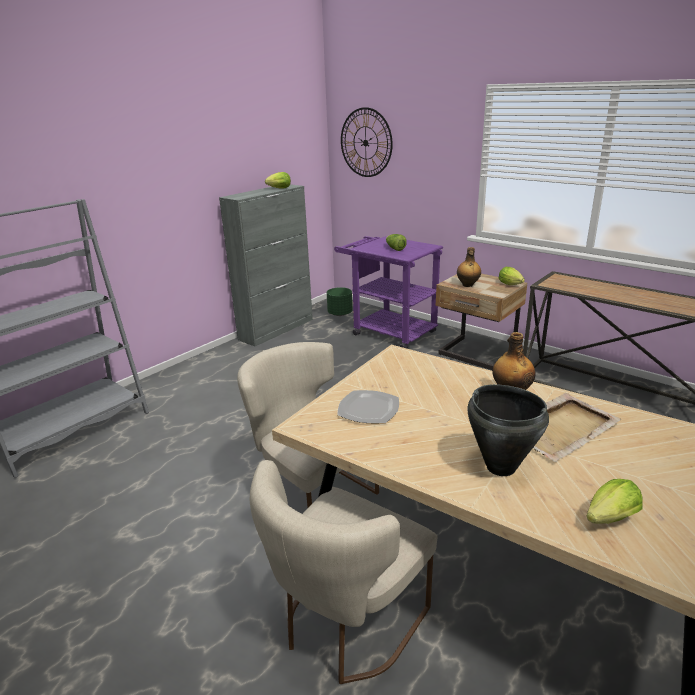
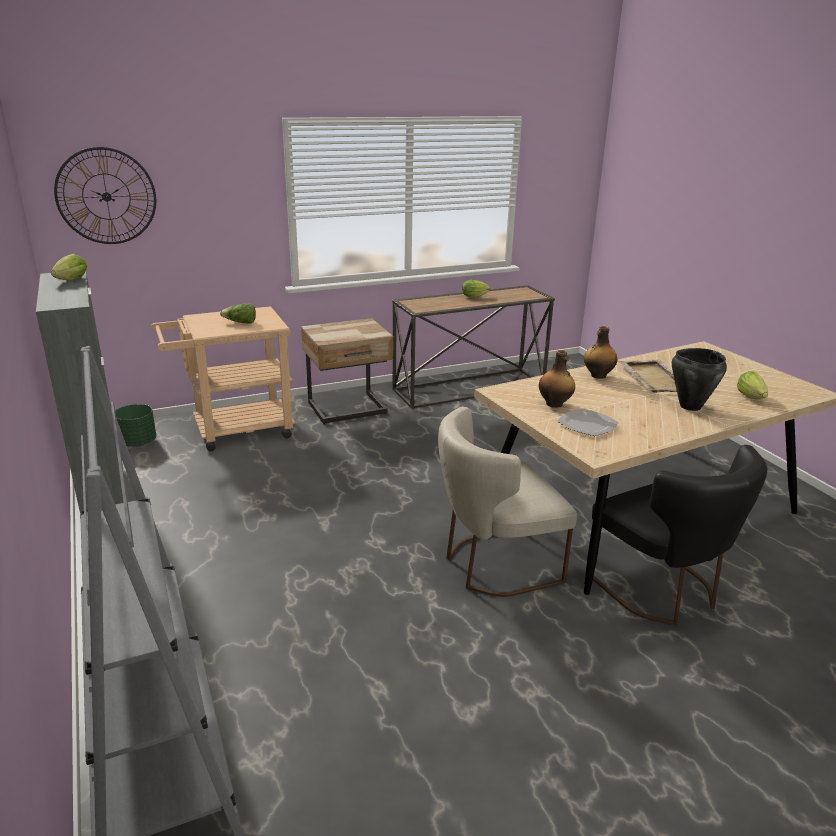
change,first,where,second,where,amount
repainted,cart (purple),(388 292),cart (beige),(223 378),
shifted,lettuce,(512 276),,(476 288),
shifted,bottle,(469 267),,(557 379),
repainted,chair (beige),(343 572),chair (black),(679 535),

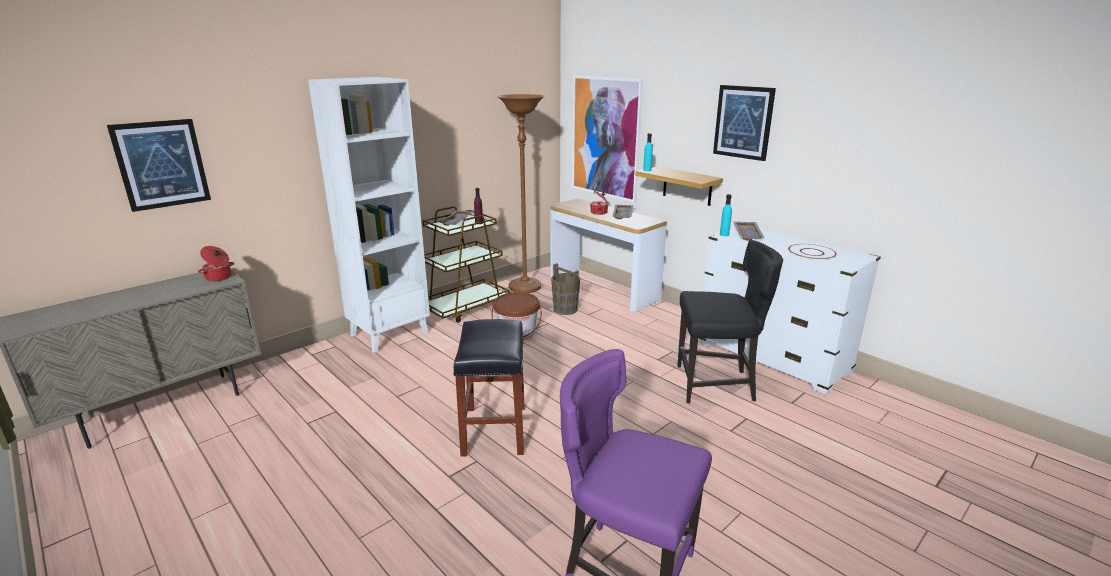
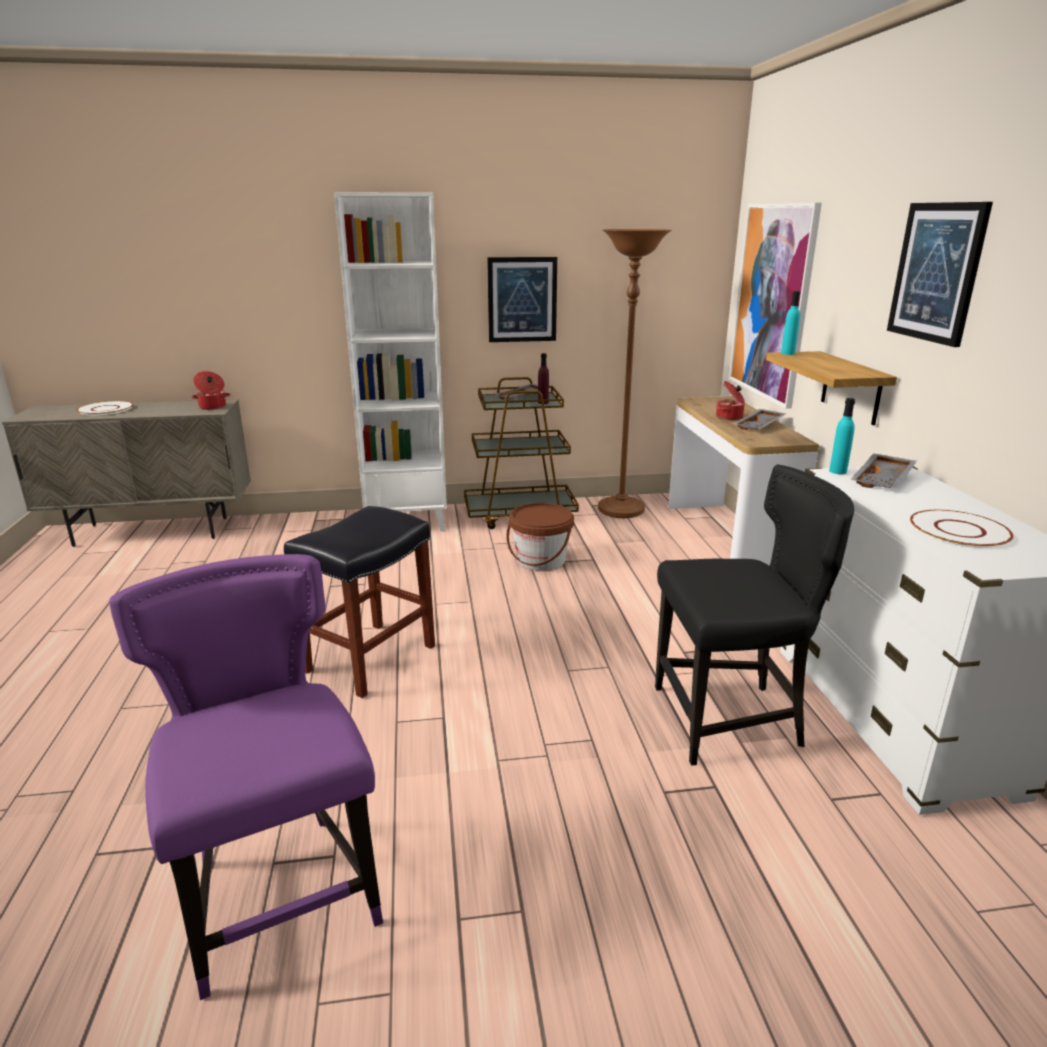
change,first,where,second,where,amount
new,,,plate (white),(105 408),
shifted,picture,(159 165),,(522 299),
rotated,chair (black),(730 321),,(754 615),45 degrees counterclockwise
gone,bucket (brown),(565 289),,,

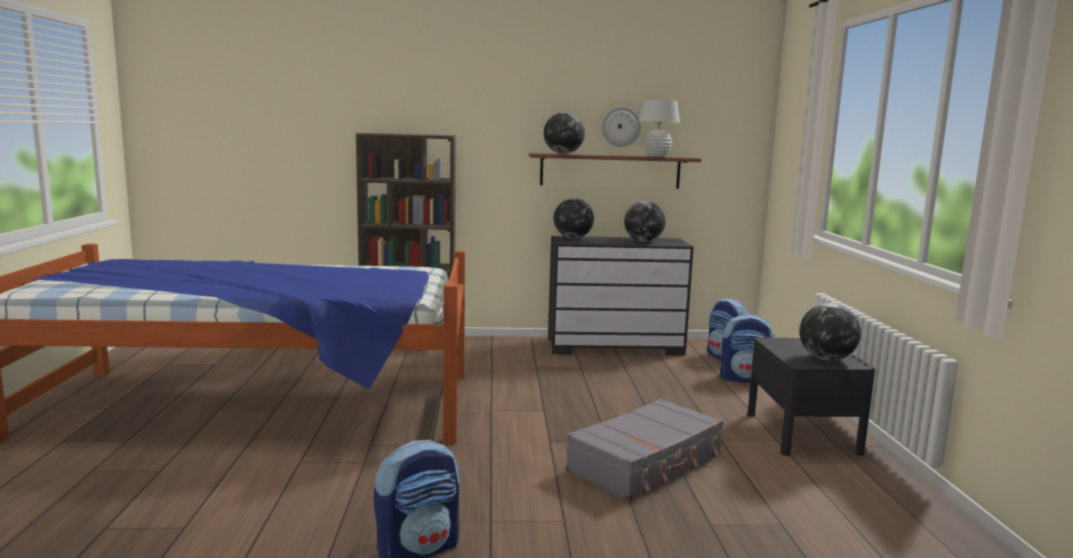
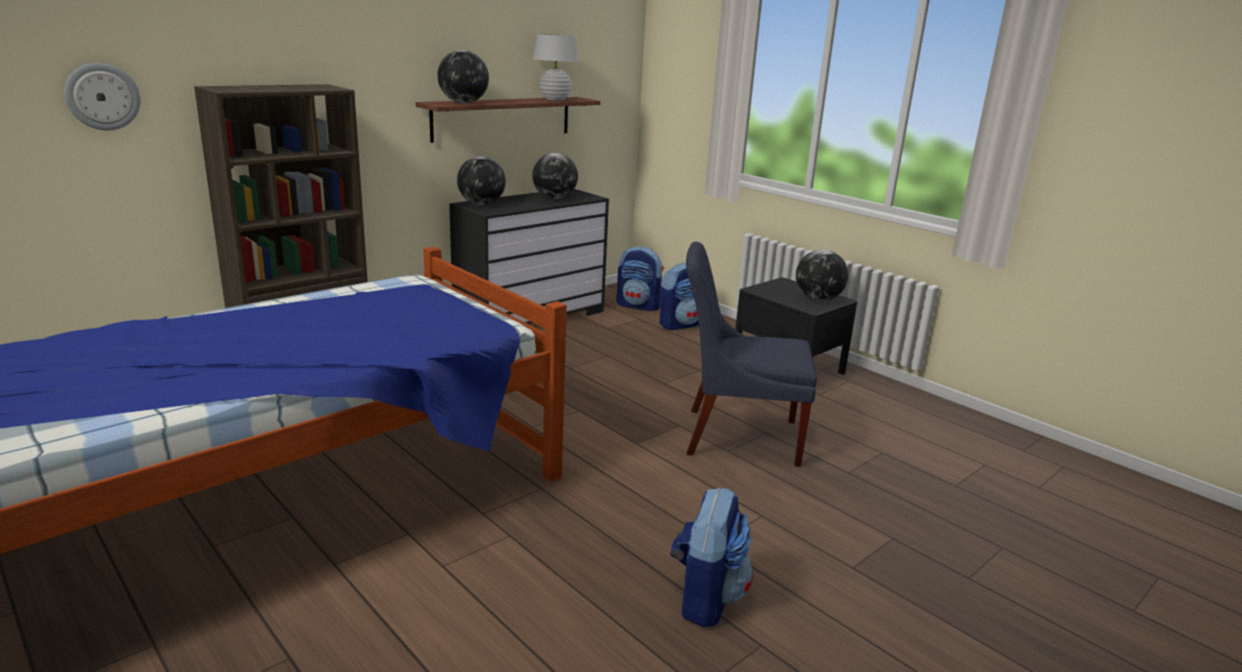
change,first,where,second,where,amount
shifted,wall clock,(621 126),,(102 96),
swapped,suitcase (grey),(644 449),chair (blue),(751 354),

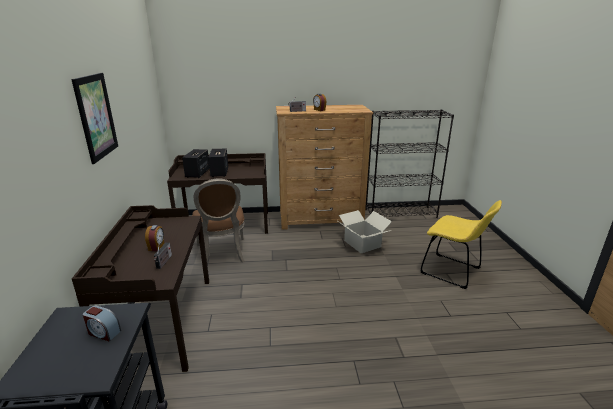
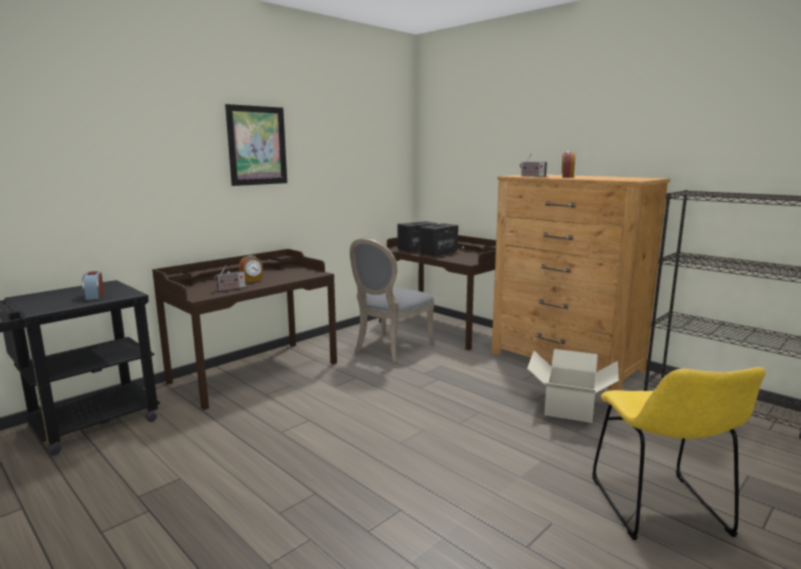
change,first,where,second,where,amount
repainted,chair (brown),(218 222),chair (grey),(392 299),

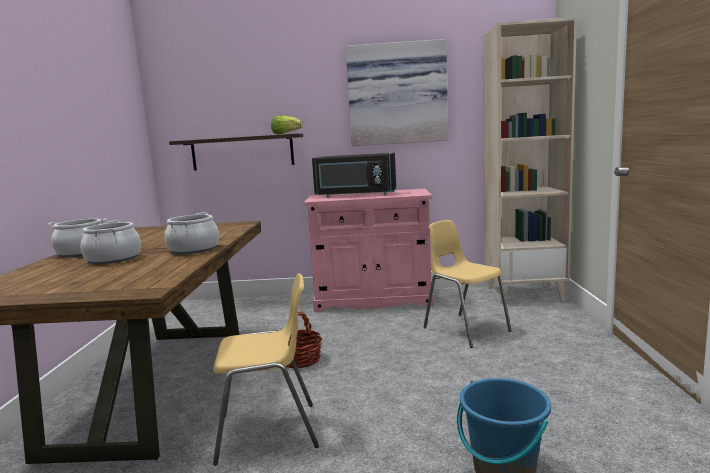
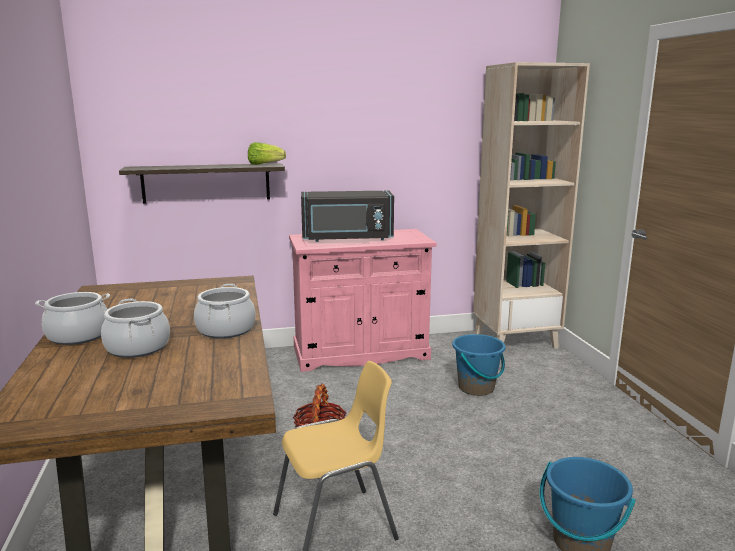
change,first,where,second,where,amount
swapped,chair (yellow),(468 284),bucket (blue),(479 365),
gone,picture,(397 92),,,

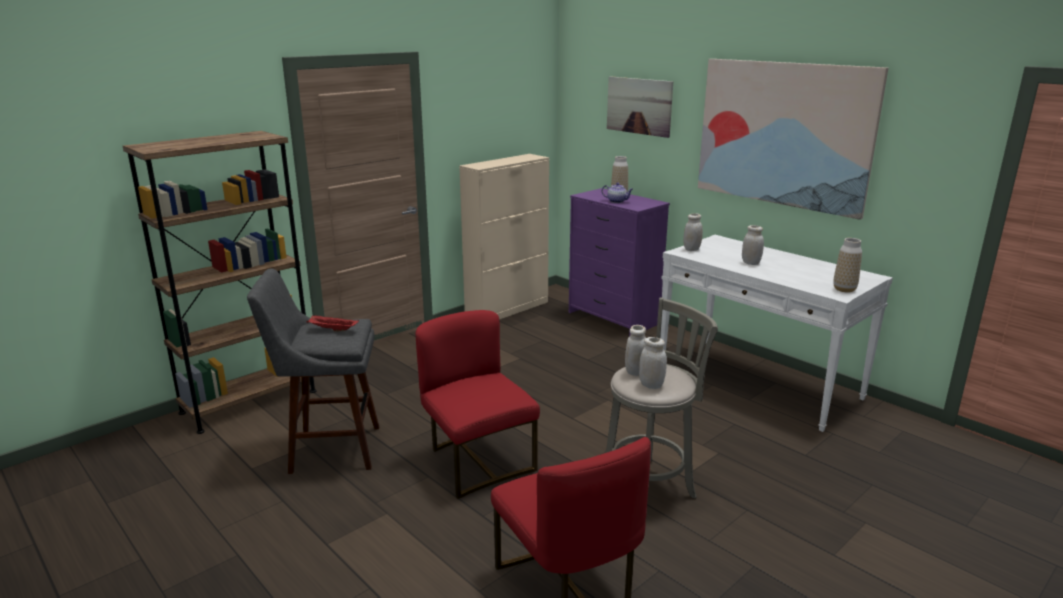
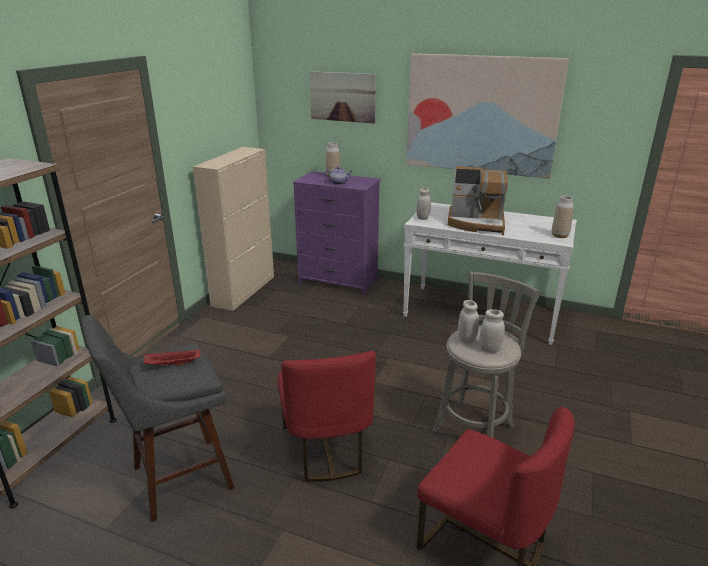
change,first,where,second,where,amount
rotated,chair (red),(477 404),,(327 416),135 degrees counterclockwise
swapped,jar (white),(753 245),coffee machine,(478 200),

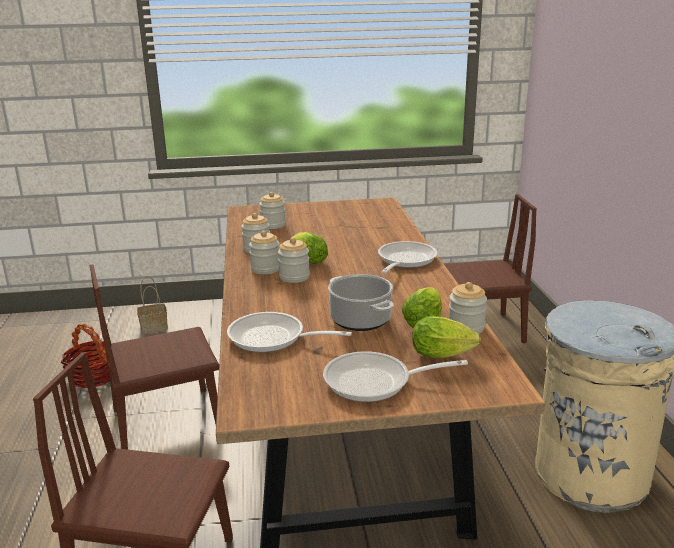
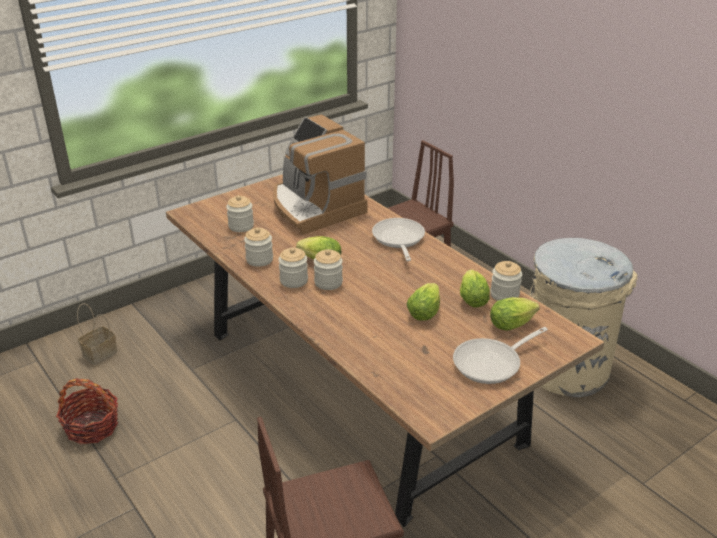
change,first,where,second,where,amount
new,,,coffee machine,(320 174),
swapped,cooking pot,(361 302),lettuce,(423 302),
gone,chair (brown),(154 357),,,
gone,frying pan,(289 332),,,

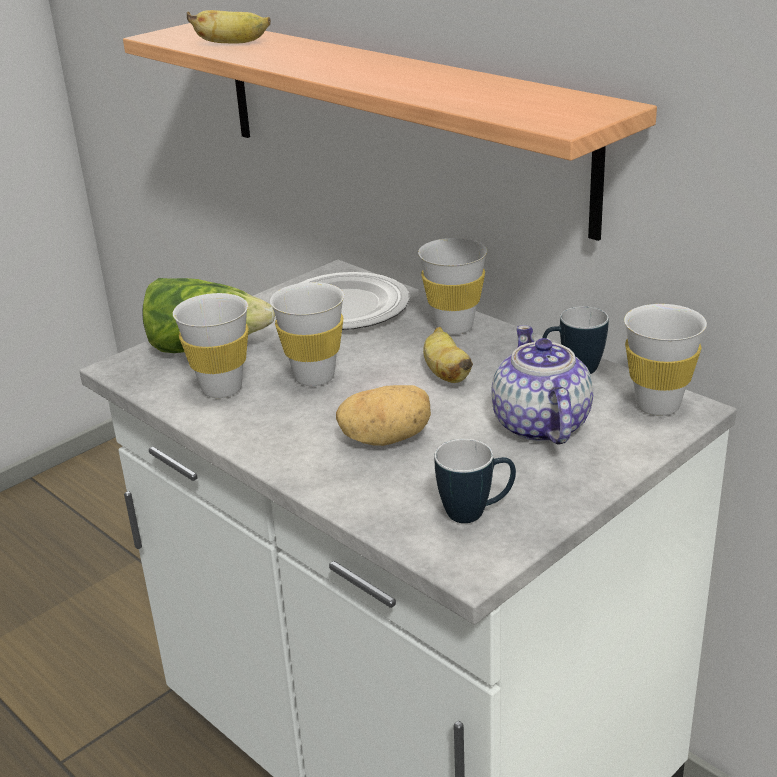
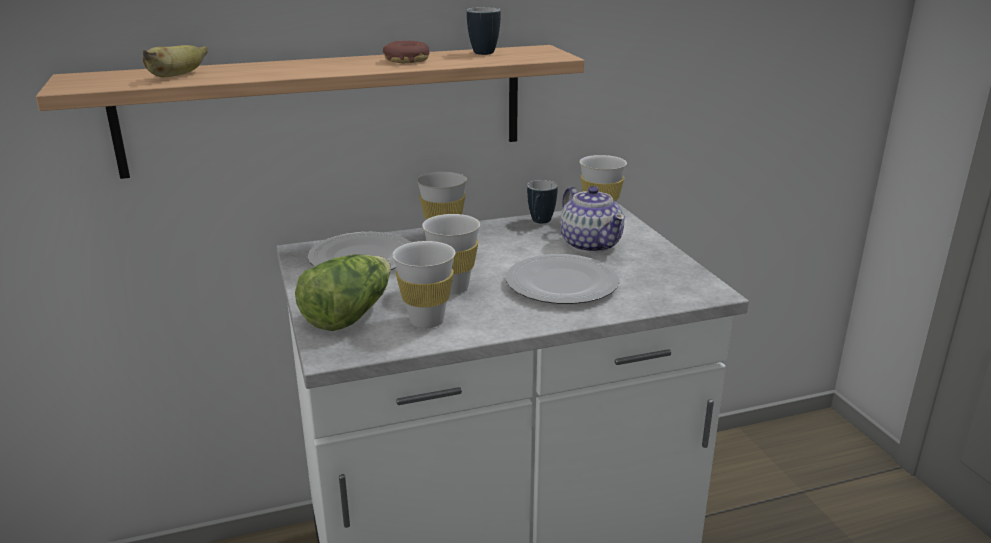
change,first,where,second,where,amount
new,,,donut,(406 52),
shifted,mug,(475 481),,(484 31),
swapped,potato,(383 415),plate,(563 279),
rotated,teapot,(542 384),,(592 219),135 degrees counterclockwise
gone,banana,(448 355),,,

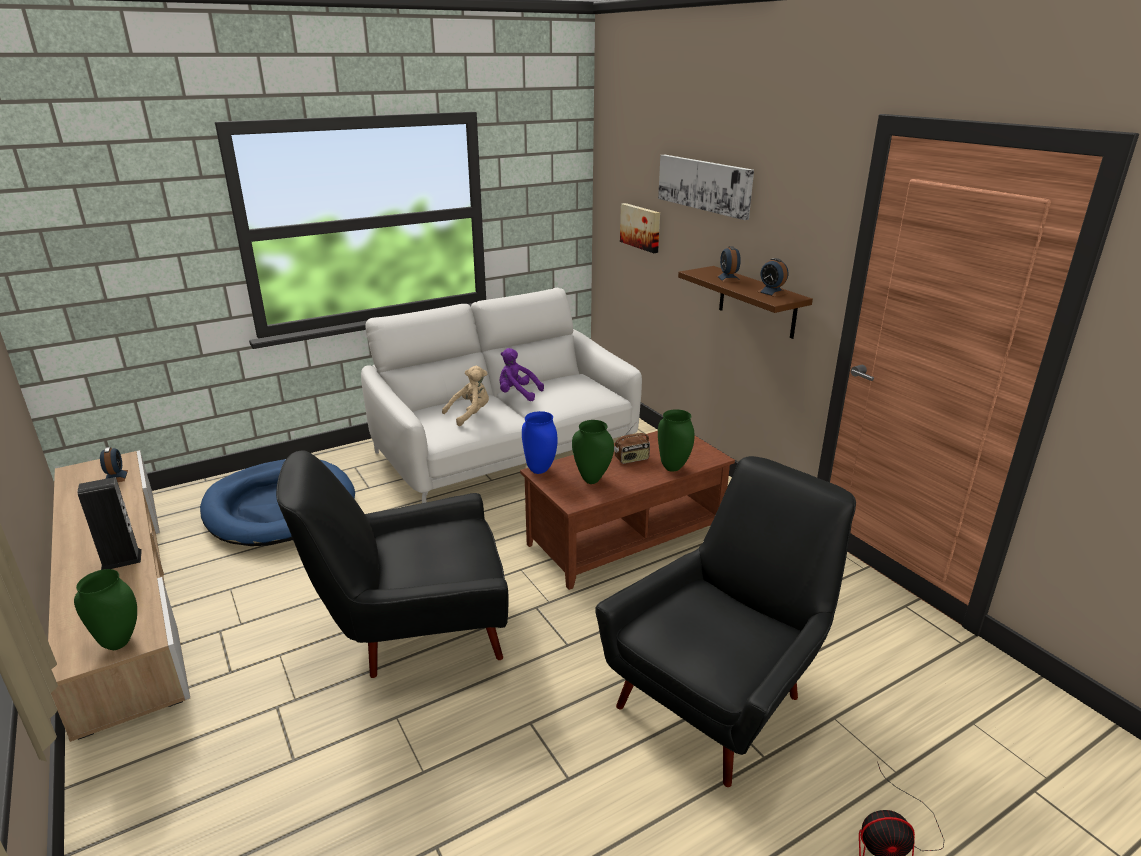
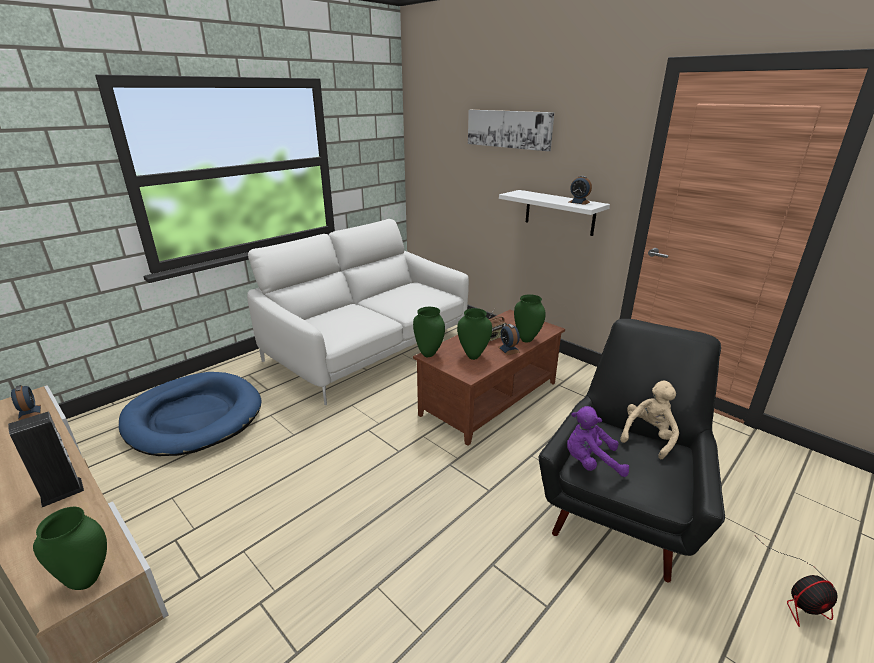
change,first,where,second,where,amount
repainted,vase (blue),(539 442),vase (green),(429 332),
shifted,alarm clock,(729 264),,(509 339),
repainted,shelf (brown),(745 302),shelf (white),(554 213),
shifted,plush toy (purple),(522 374),,(598 441),
shifted,plush toy (beige),(465 396),,(649 419),
gone,armchair (black),(392 564),,,
gone,picture,(640 228),,,

